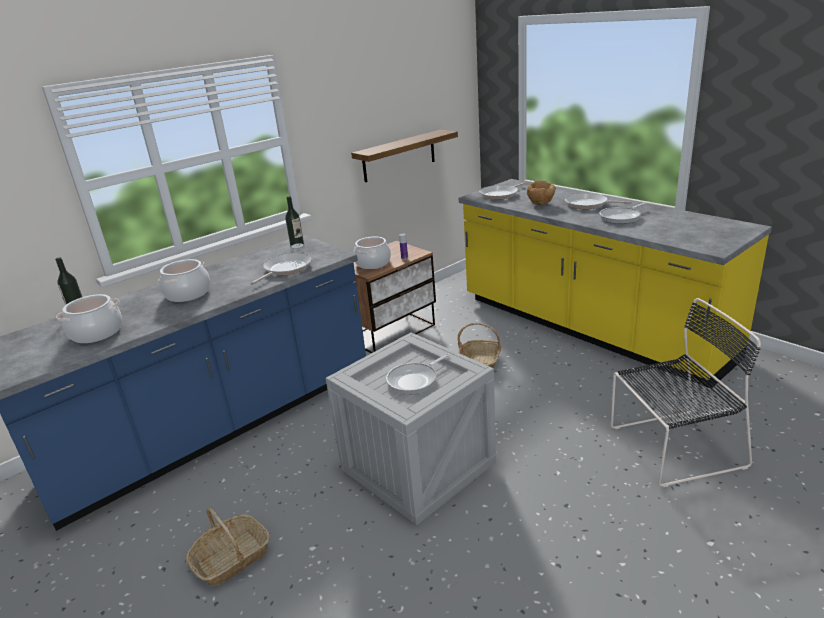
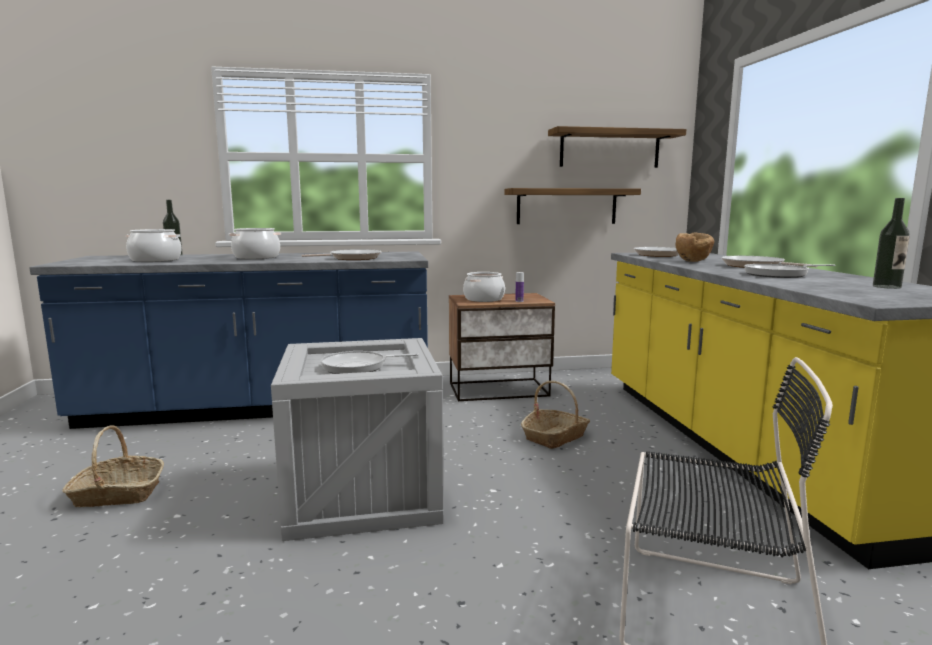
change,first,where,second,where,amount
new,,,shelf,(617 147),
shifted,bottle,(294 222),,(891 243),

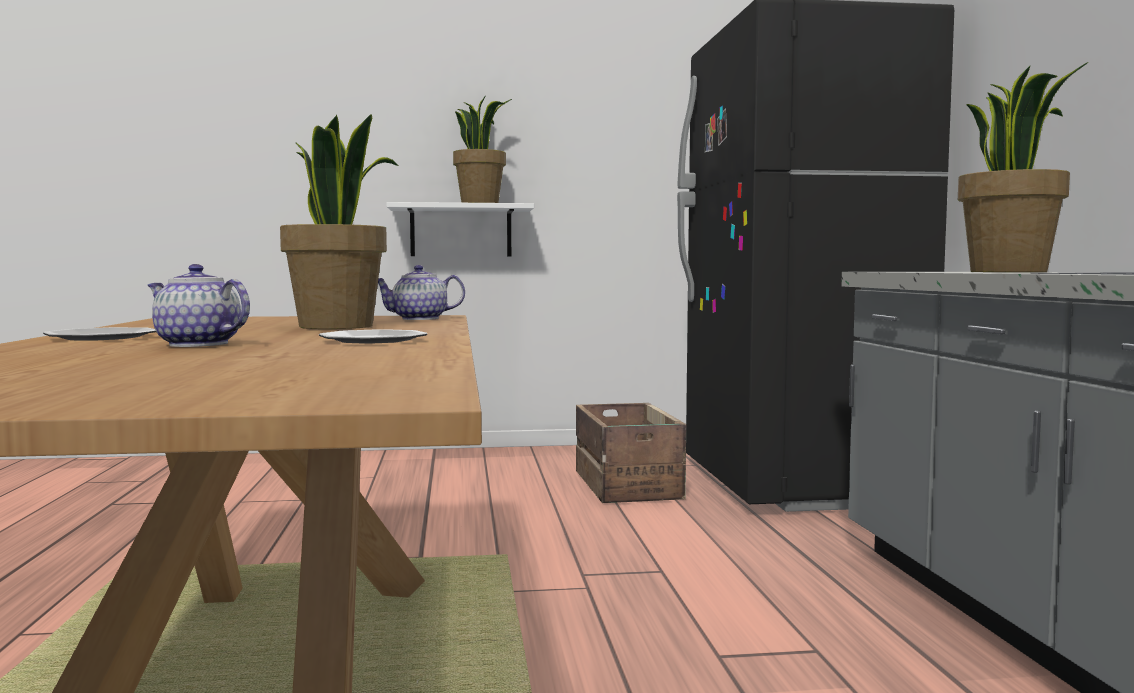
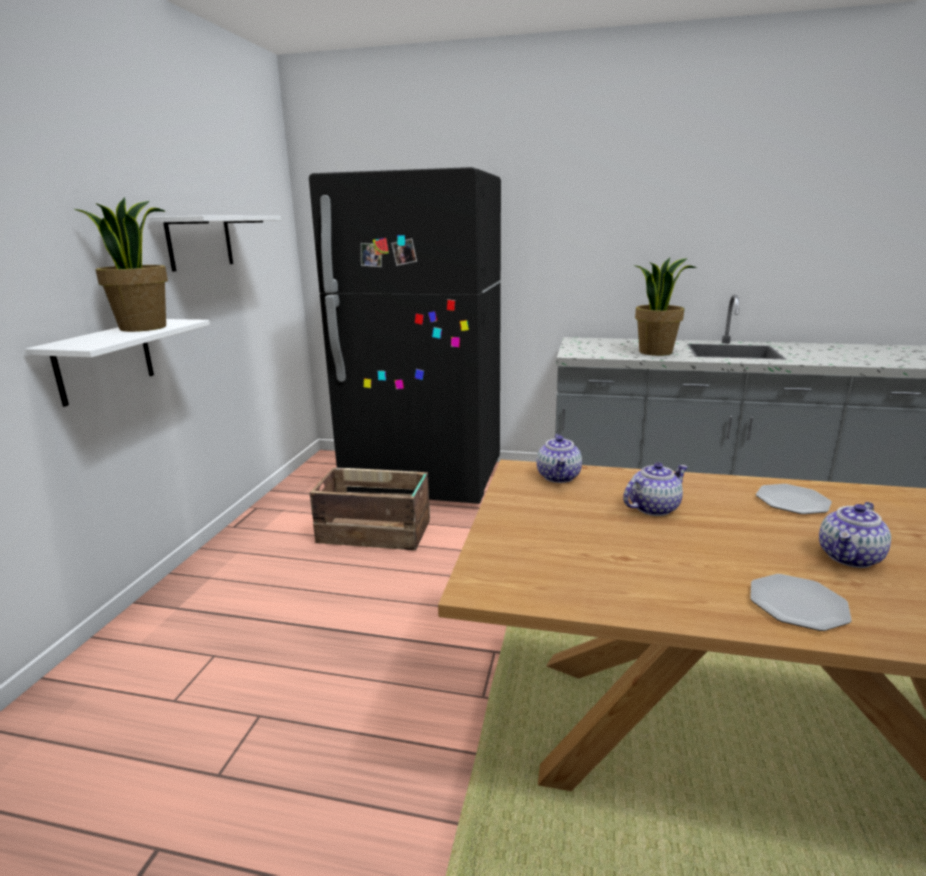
change,first,where,second,where,amount
new,,,shelf (white),(215 244),
swapped,potted plant,(339 221),teapot,(655 489),

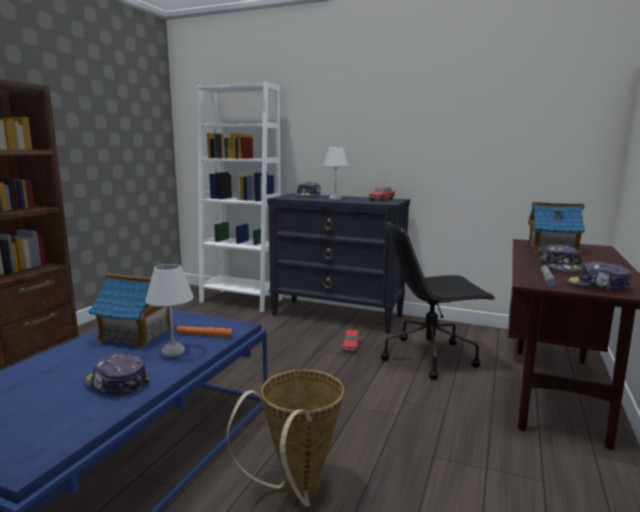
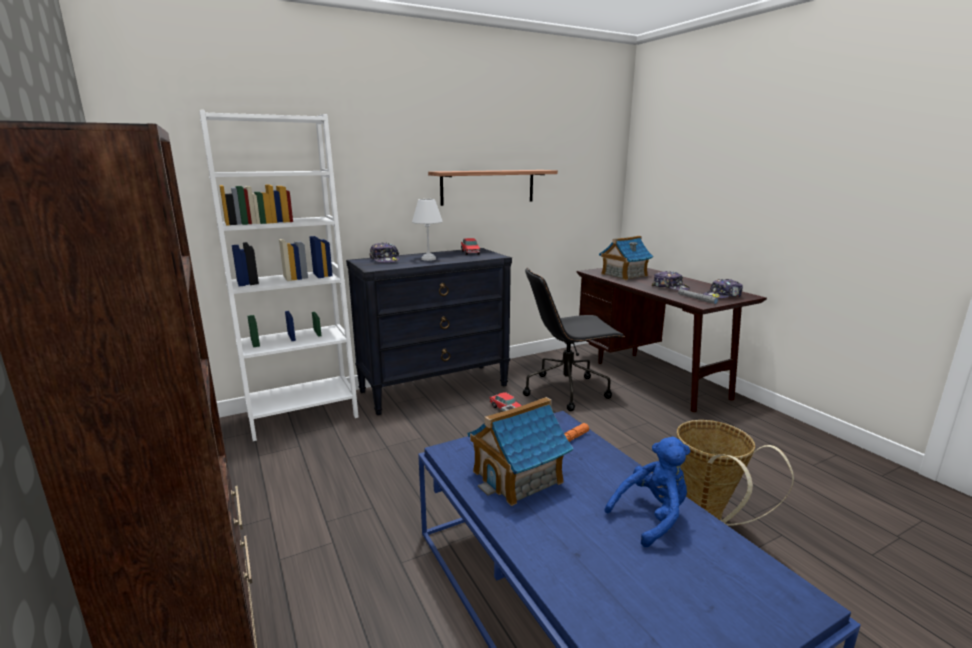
change,first,where,second,where,amount
new,,,shelf,(493 188),
rotated,office chair (black),(438 300),,(574 339),45 degrees clockwise
swapped,cap,(117 374),plush toy (blue),(647 492),
gone,table lamp (white),(169 310),,,

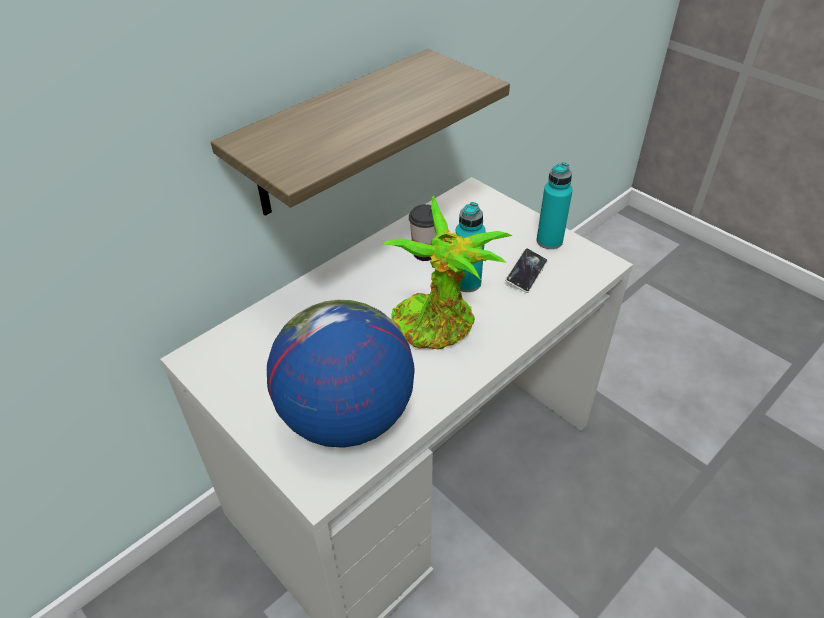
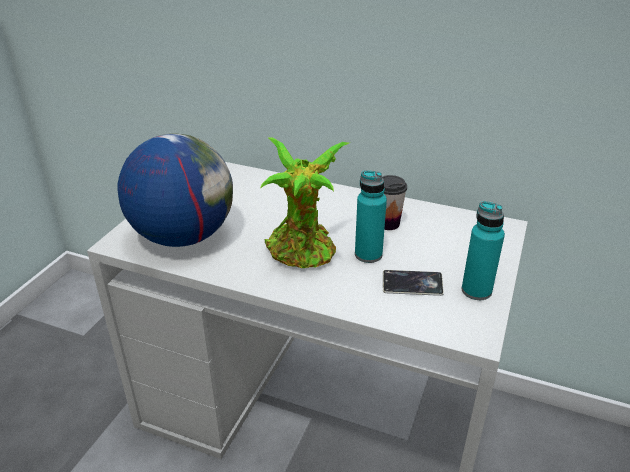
change,first,where,second,where,amount
gone,shelf,(360 132),,,

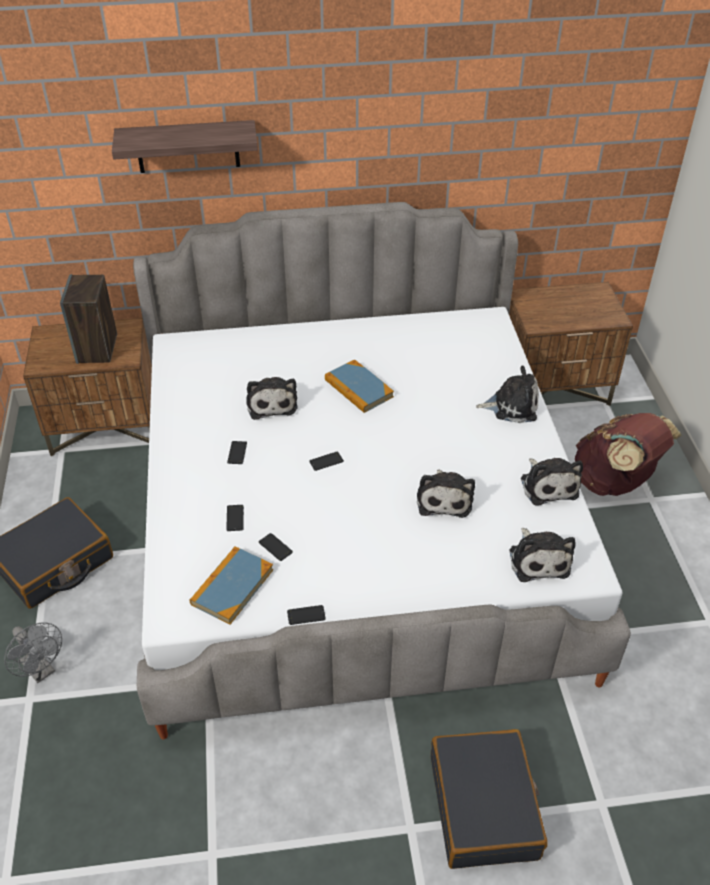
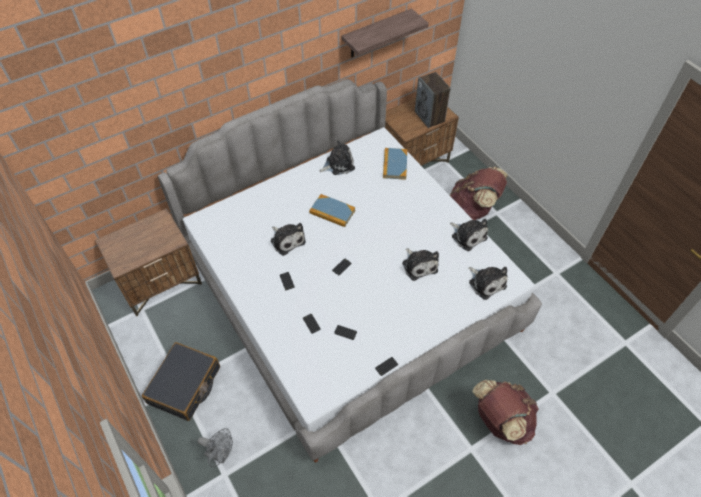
change,first,where,second,where,amount
shifted,plush toy,(507 394),,(337 157),
shifted,shelf,(185 146),,(385 32),
shifted,book,(231 585),,(395 164),
shifted,speaker,(88 319),,(433 100),
swapped,suitcase (black),(489 799),backpack (brown),(505 412),

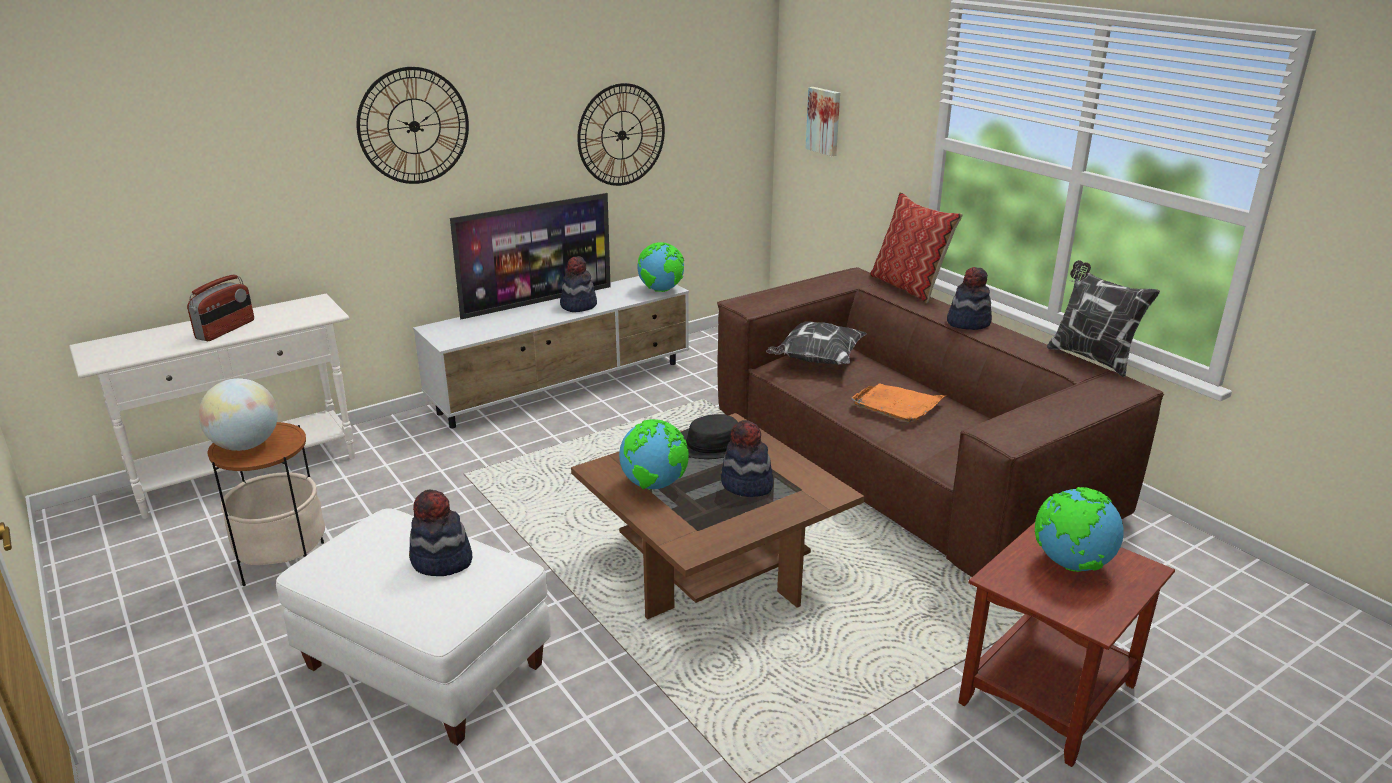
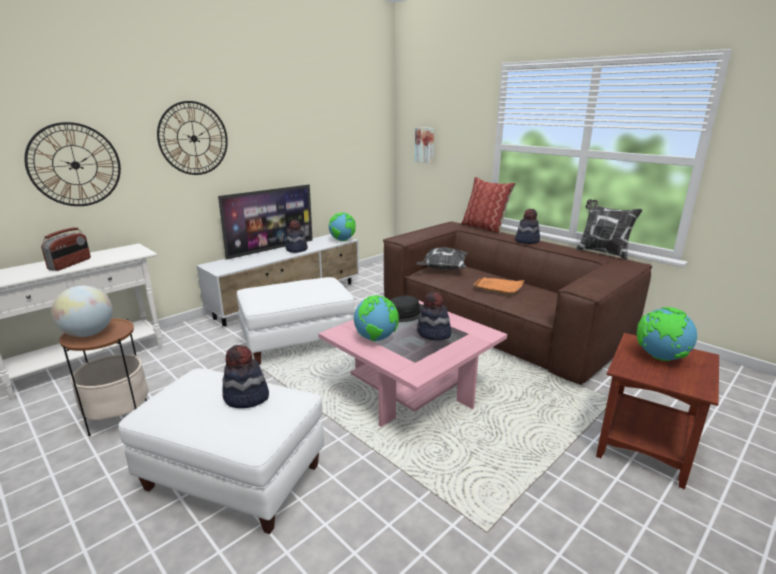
change,first,where,second,where,amount
shifted,wall clock,(621 134),,(72 164),
new,,,ottoman (white),(296 321),
repainted,coffee table (brown),(717 516),coffee table (pink),(412 363),

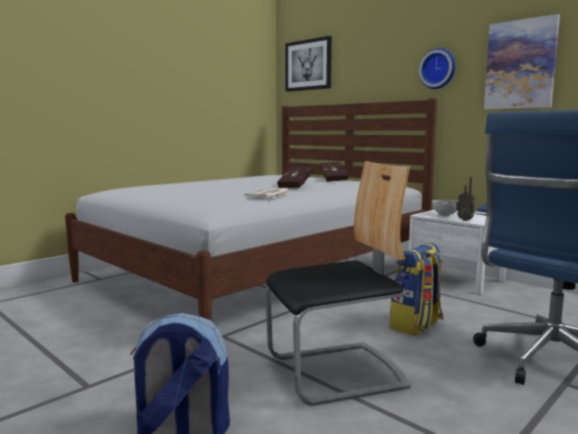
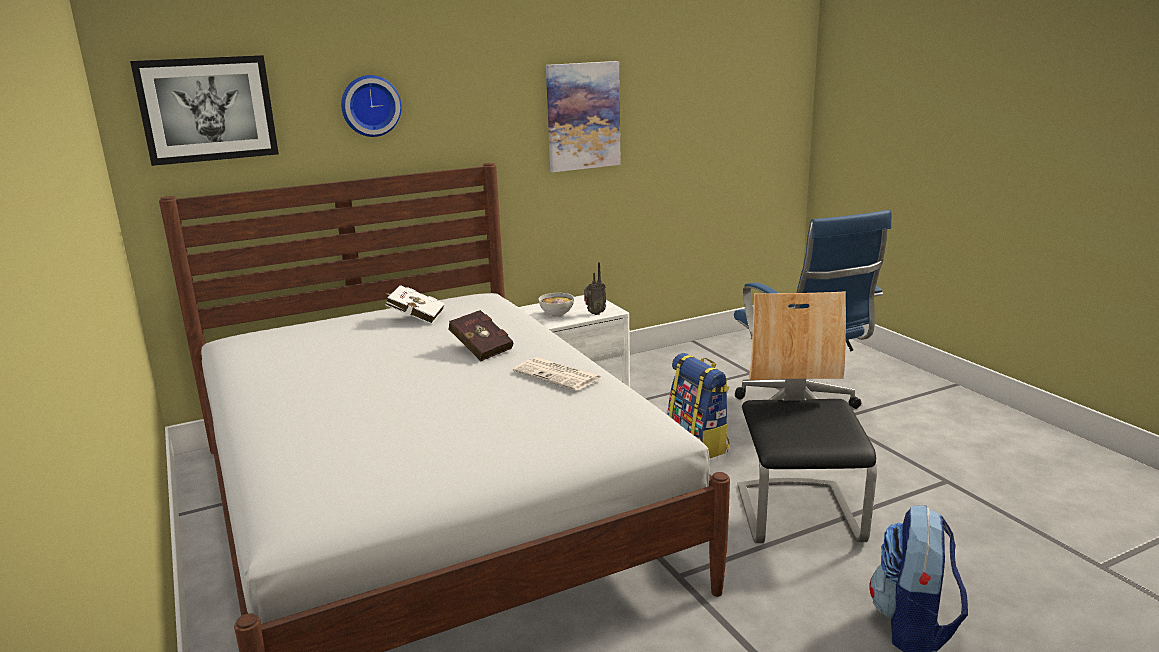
change,first,where,second,where,amount
shifted,wall clock,(437 68),,(371 106),
repainted,book (red),(334 172),book (white),(415 304),

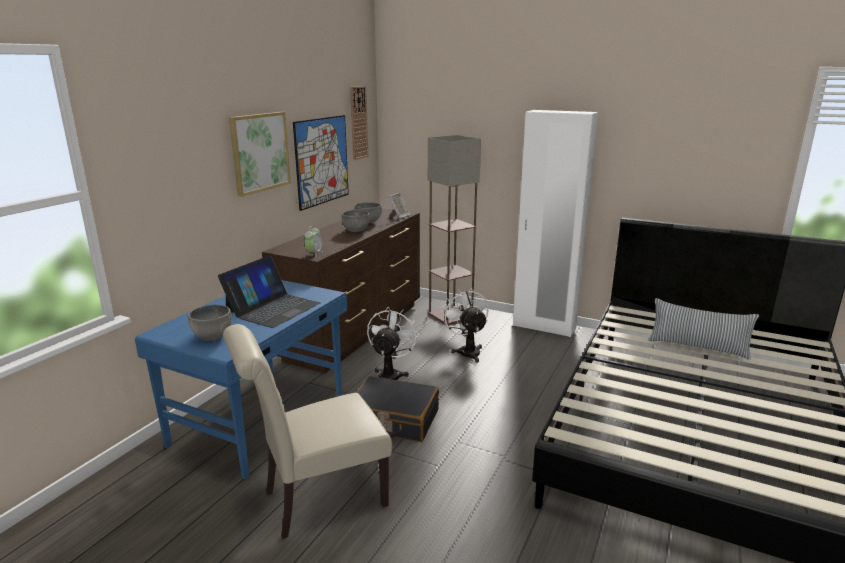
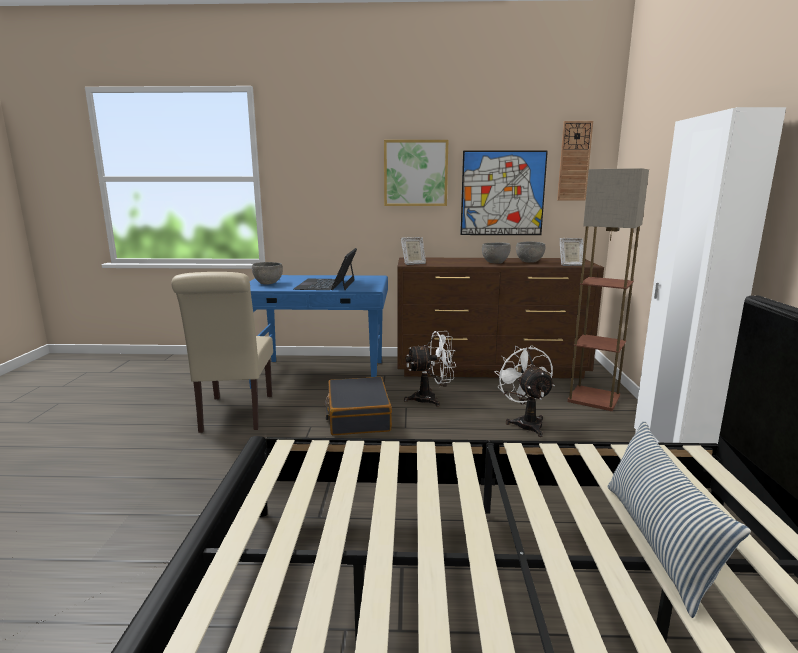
change,first,where,second,where,amount
rotated,chair (beige),(307 431),,(222 352),135 degrees counterclockwise
rotated,laptop,(269 291),,(325 269),90 degrees clockwise
swapped,alarm clock,(313 242),picture frame,(413 251),
rotated,fan (white),(465 326),,(525 391),60 degrees counterclockwise

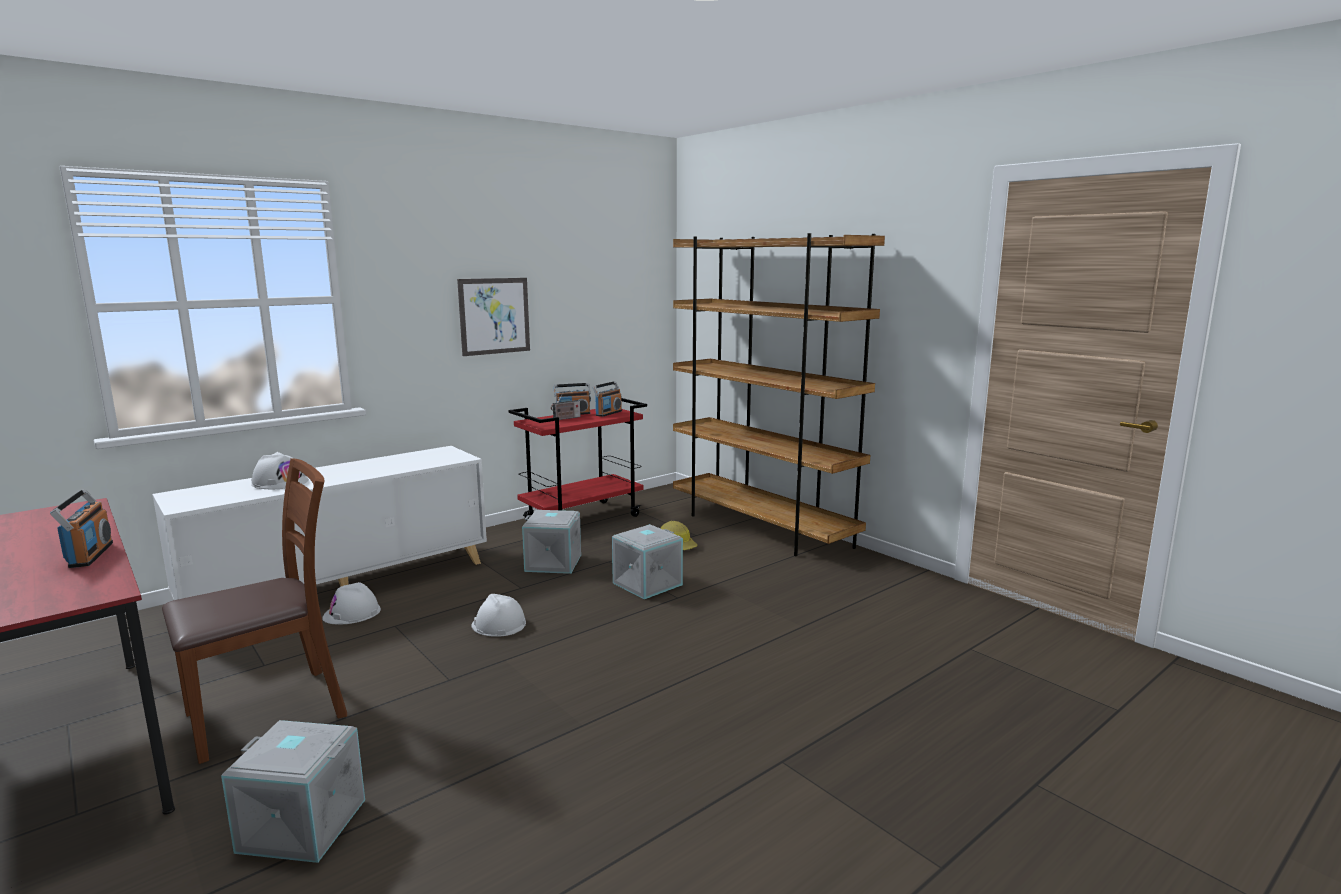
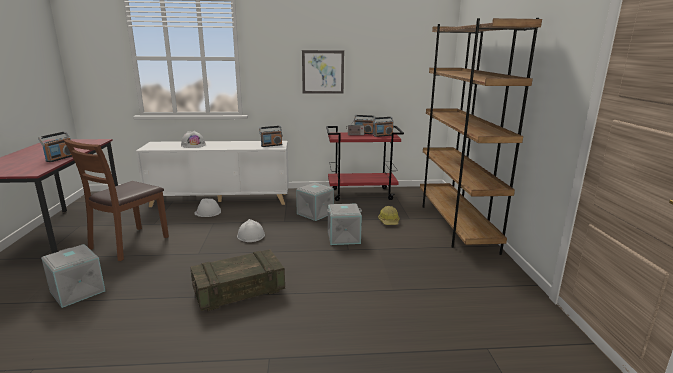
change,first,where,second,where,amount
rotated,chair (brown),(254 611),,(116 200),120 degrees clockwise
new,,,crate,(237 280),
new,,,radio,(270 136),

